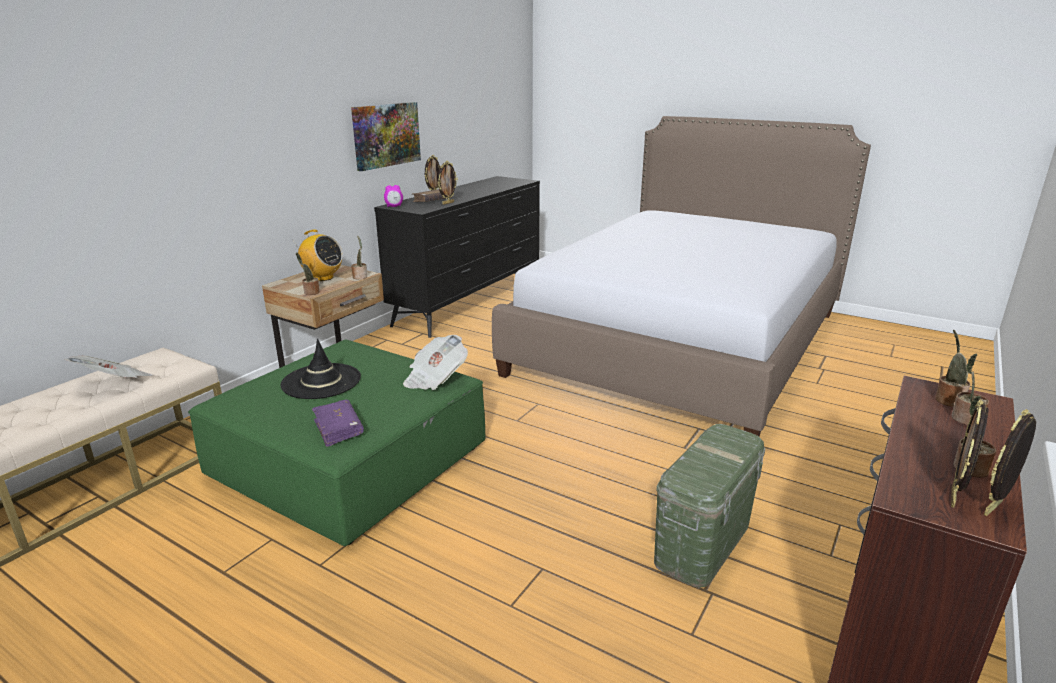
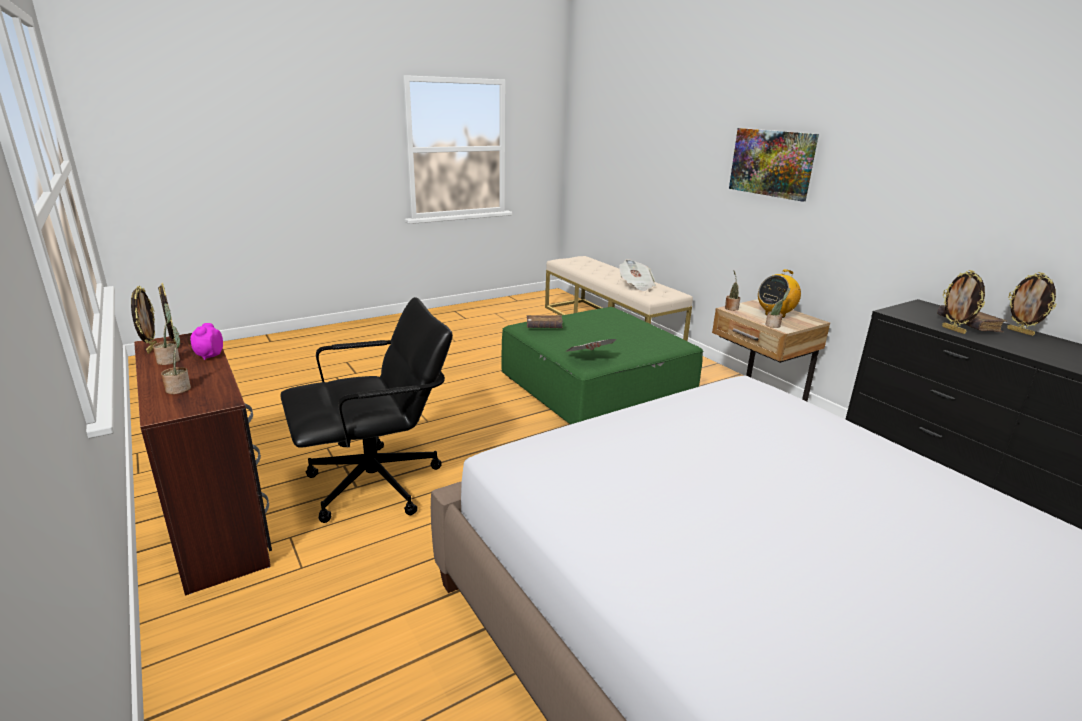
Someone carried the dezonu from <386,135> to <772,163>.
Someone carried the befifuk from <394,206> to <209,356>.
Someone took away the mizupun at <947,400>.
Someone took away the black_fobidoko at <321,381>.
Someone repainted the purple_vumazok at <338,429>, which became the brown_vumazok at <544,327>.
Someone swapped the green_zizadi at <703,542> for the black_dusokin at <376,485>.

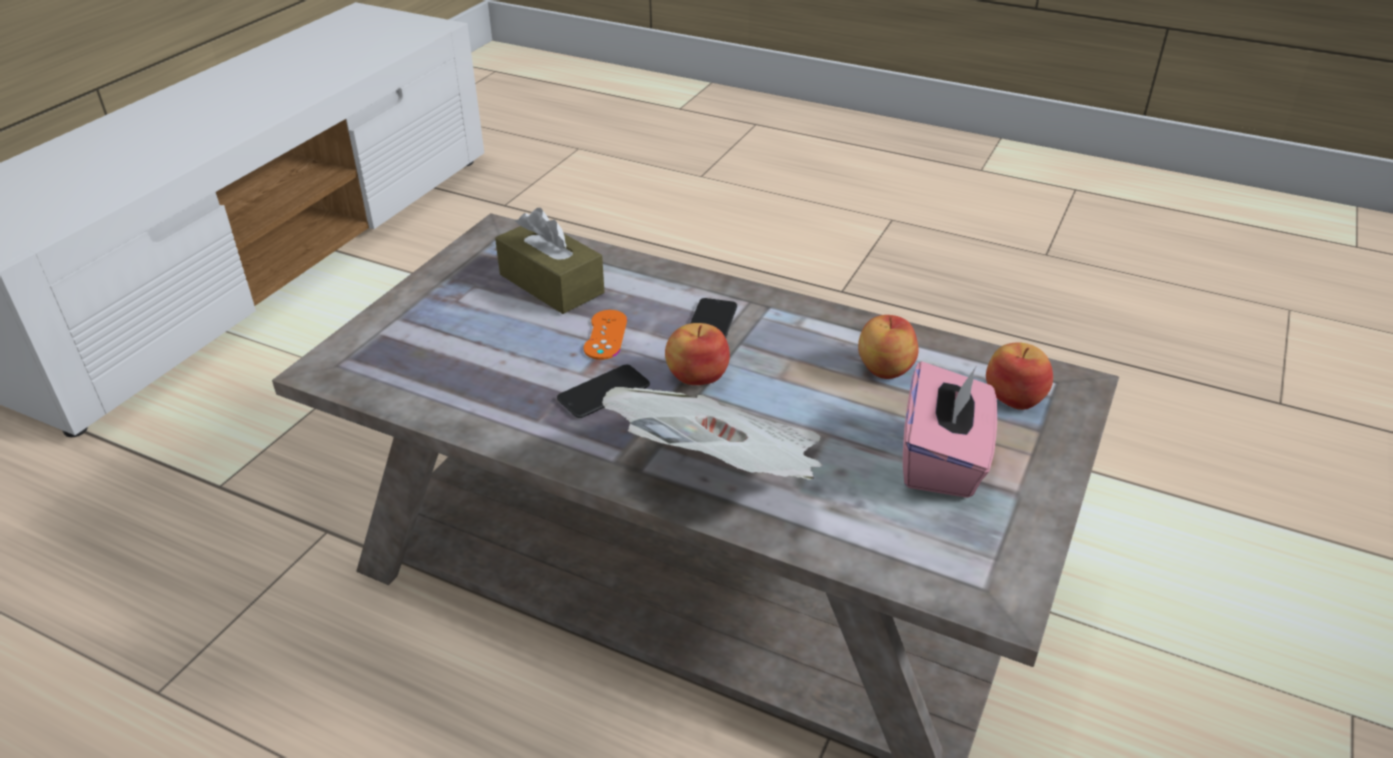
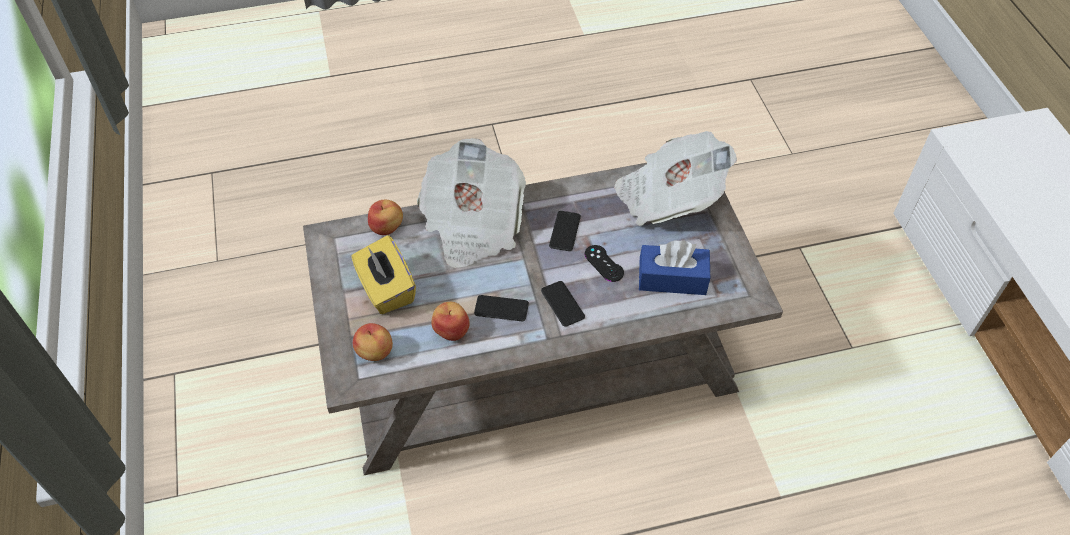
Someone repainted the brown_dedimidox at <551,284>, which became the blue_dedimidox at <672,278>.
Someone repainted the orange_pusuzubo at <605,335>, which became the black_pusuzubo at <604,263>.
Someone carried the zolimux from <697,375> to <387,227>.
Someone repainted the pink_dedimidox at <943,460>, which became the yellow_dedimidox at <386,289>.
Someone put down the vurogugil at <669,197>.
Someone put down the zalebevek at <501,309>.

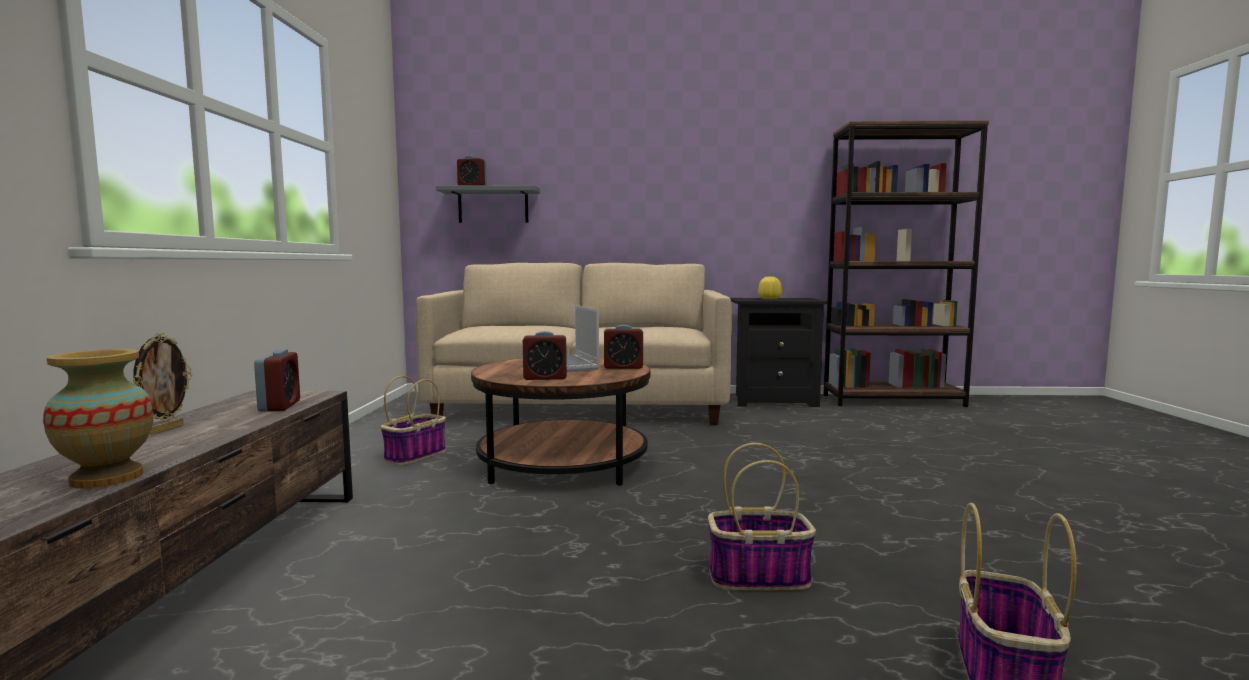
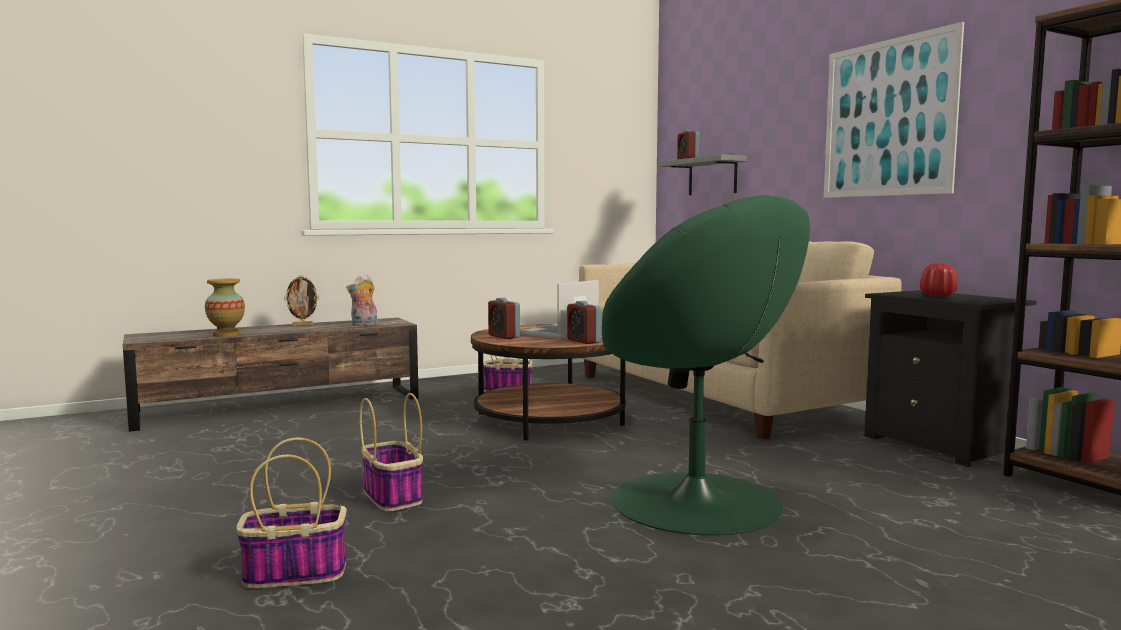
Someone repainted the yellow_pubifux at <769,299>, which became the red_pubifux at <937,295>.
Someone swapped the befifuk at <279,406> for the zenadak at <364,325>.
Someone put up the dezonu at <887,118>.
Someone put down the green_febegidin at <698,502>.

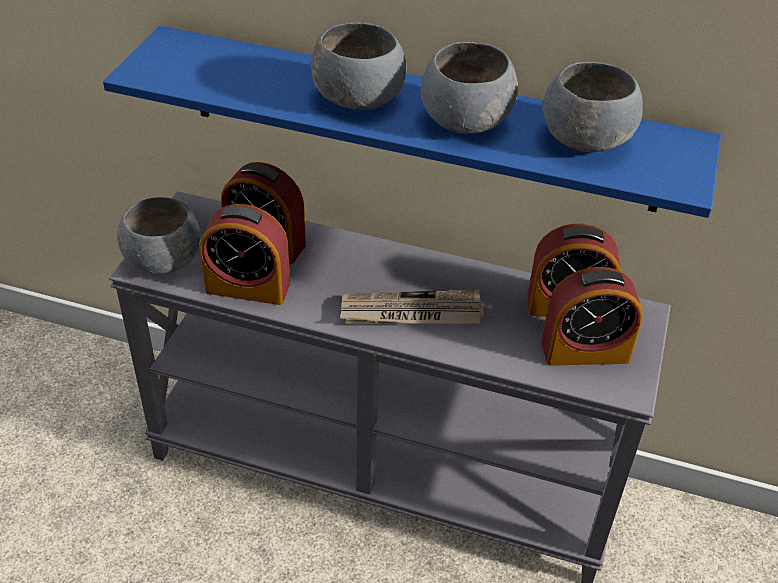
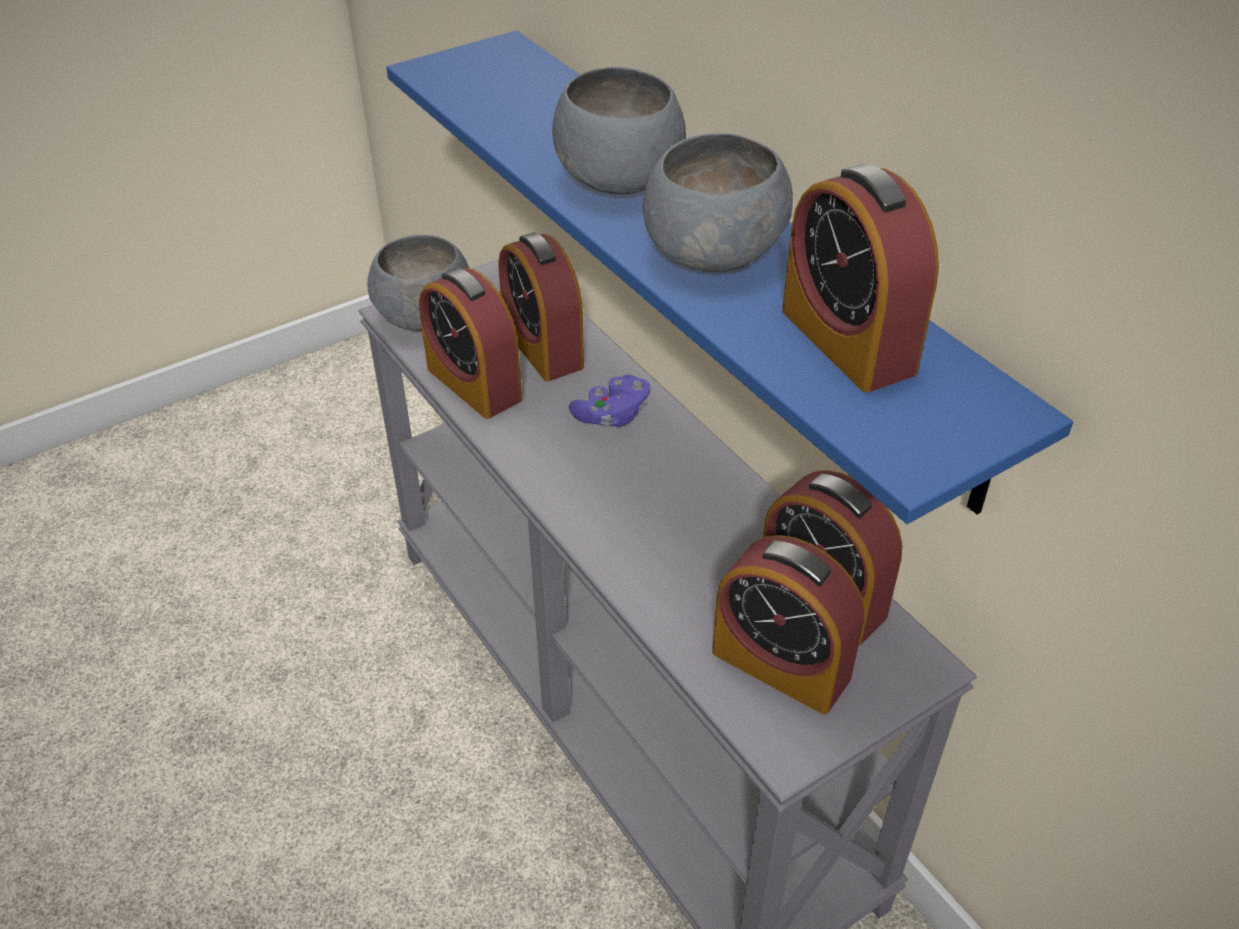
Someone swapped the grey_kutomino at <587,139> for the befifuk at <847,341>.
Someone took away the vurogugil at <411,313>.
Someone put down the purple_pusuzubo at <612,415>.

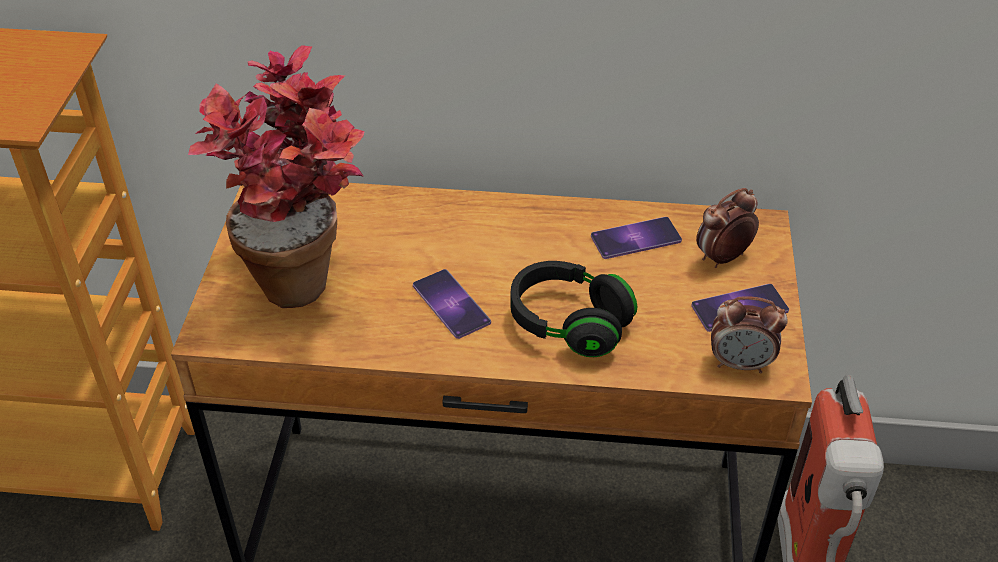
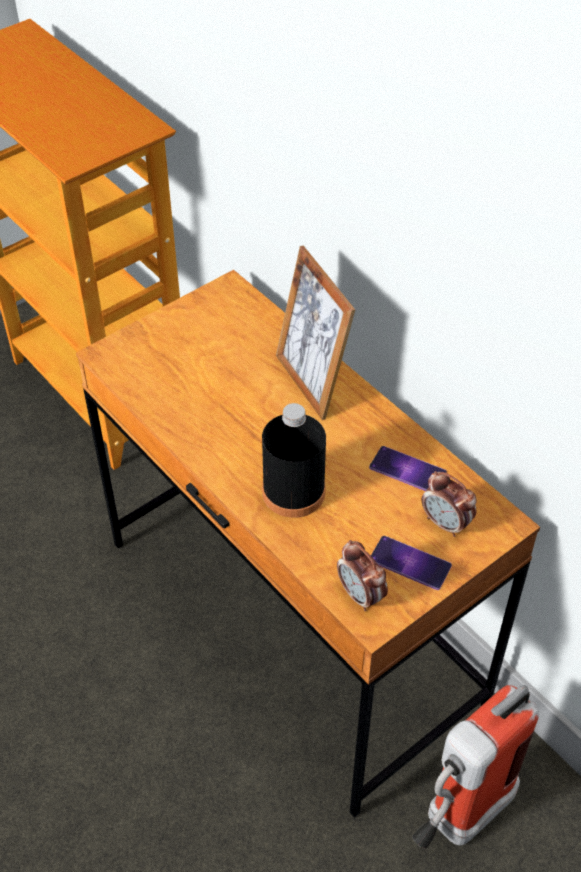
Someone took away the mizupun at <304,271>.
Someone rotated the befifuk at <722,258> by 150 degrees counterclockwise.
Someone swapped the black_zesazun at <569,324> for the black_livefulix at <293,492>.
Someone took away the zalebevek at <451,304>.
Someone put down the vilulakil at <311,382>.

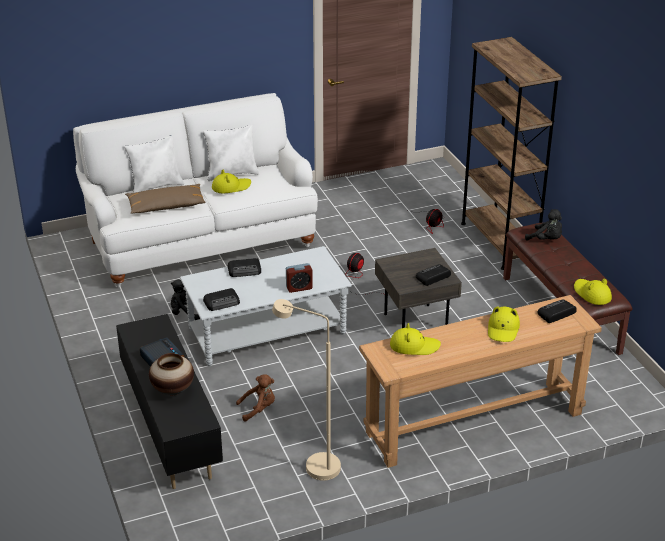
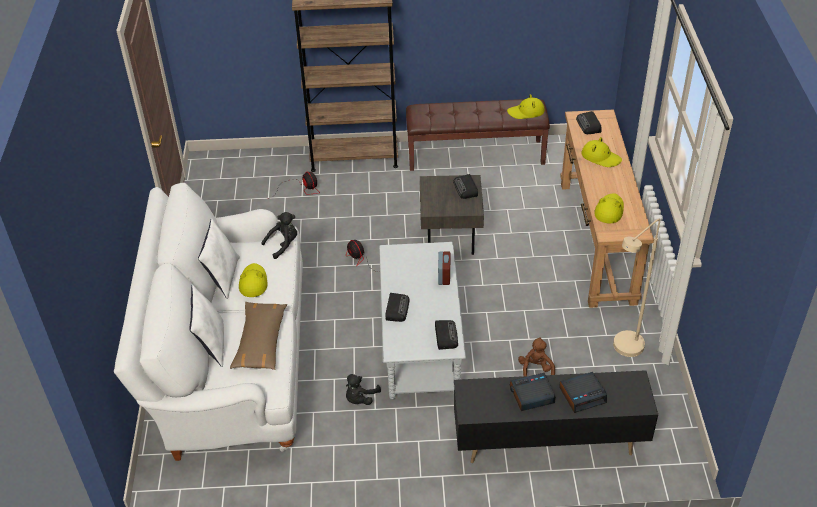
Someone carried the black_zenadak from <546,240> to <283,244>.
Someone swapped the pubifux at <173,390> for the befifuk at <582,395>.

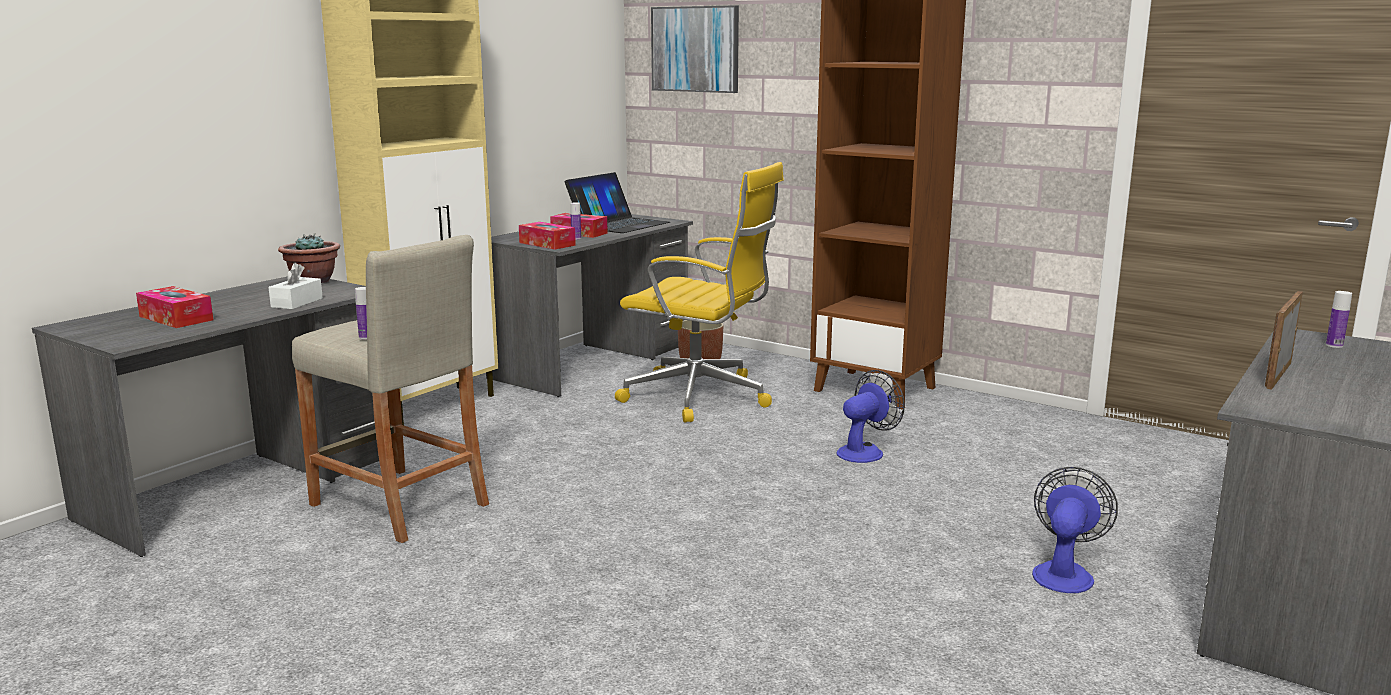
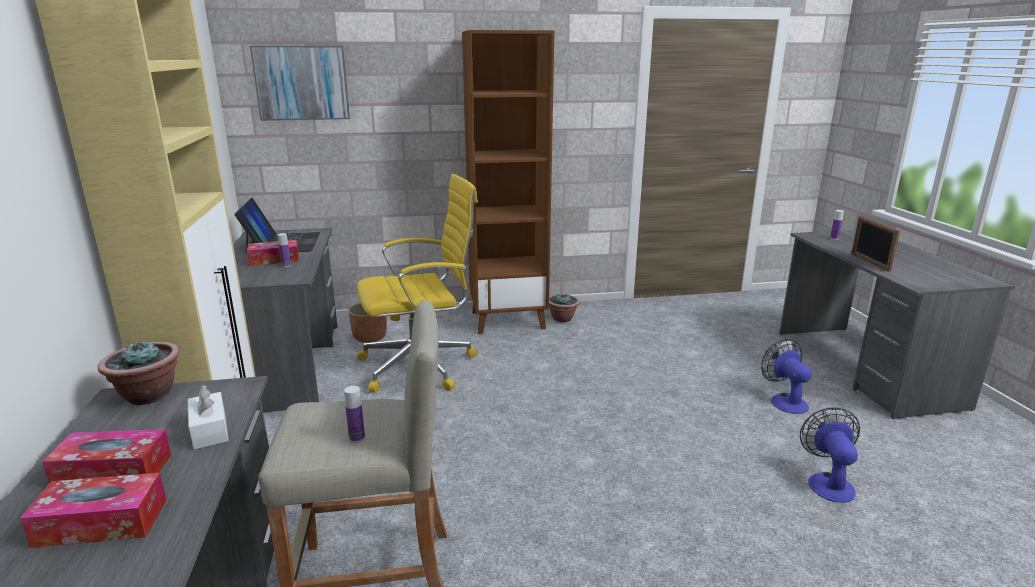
Someone carried the dedimidox from <547,244> to <113,471>.
Someone carried the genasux from <865,451> to <827,482>.
Someone put down the mizupun at <562,319>.

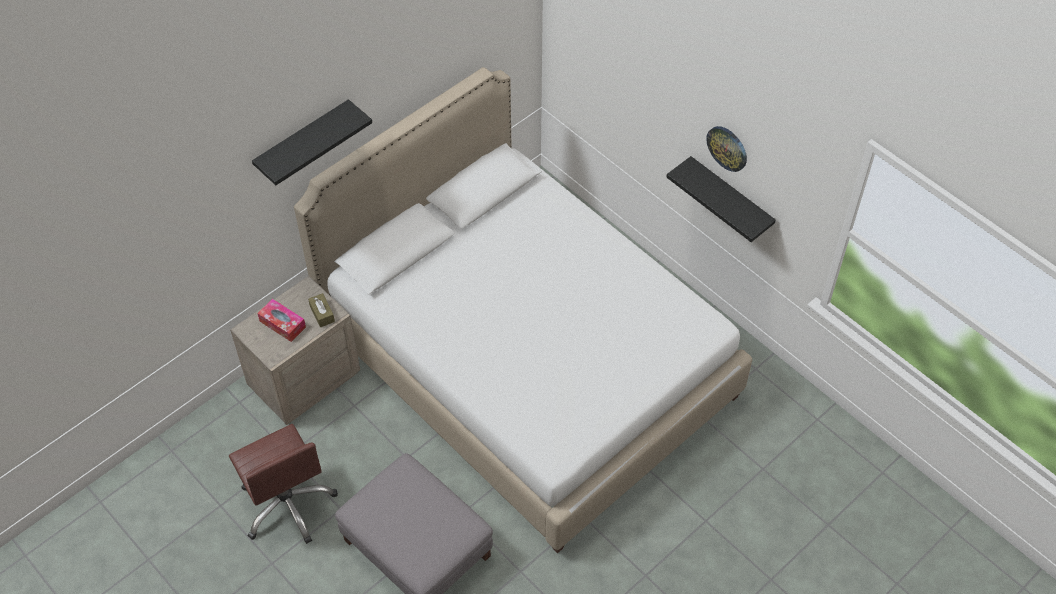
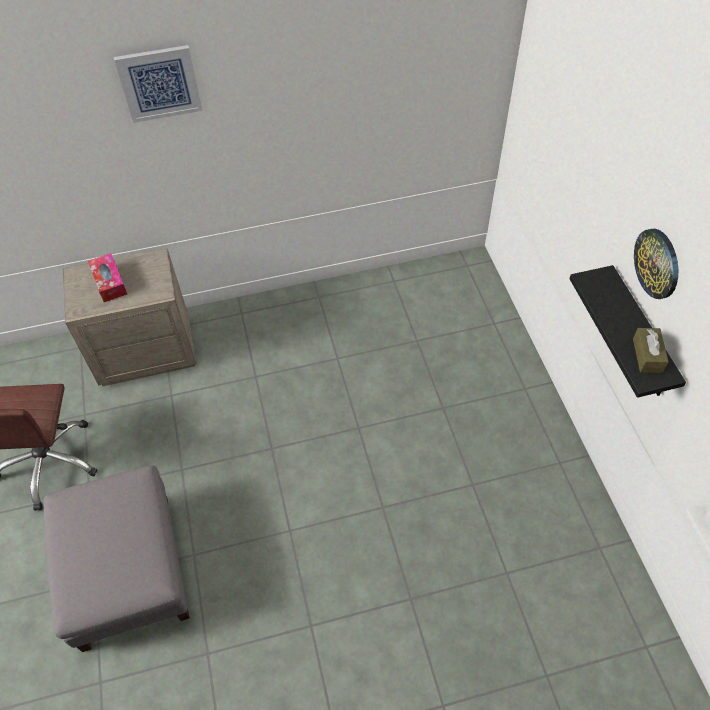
Someone took away the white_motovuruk at <527,361>.
Someone swapped the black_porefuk at <303,143> for the dezonu at <159,83>.
Someone carried the brown_dedimidox from <322,314> to <647,355>.

